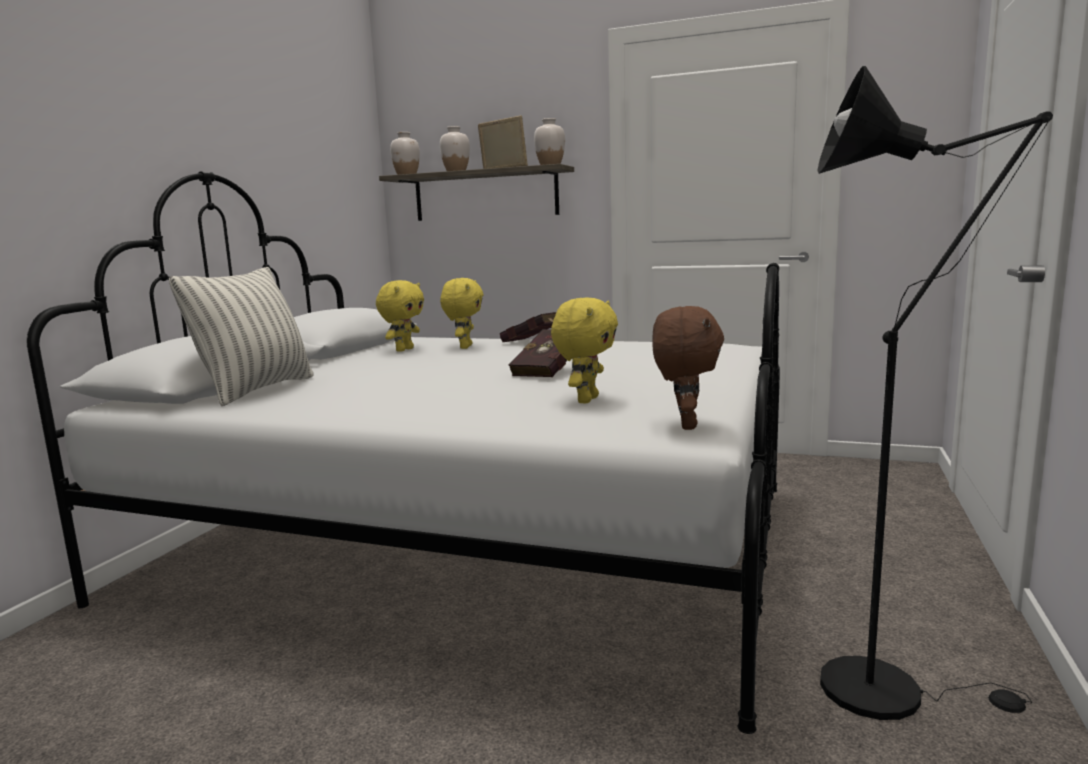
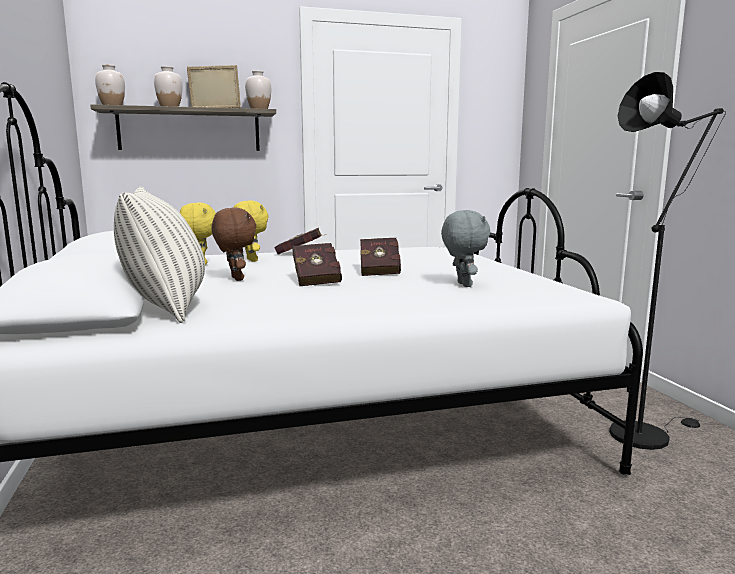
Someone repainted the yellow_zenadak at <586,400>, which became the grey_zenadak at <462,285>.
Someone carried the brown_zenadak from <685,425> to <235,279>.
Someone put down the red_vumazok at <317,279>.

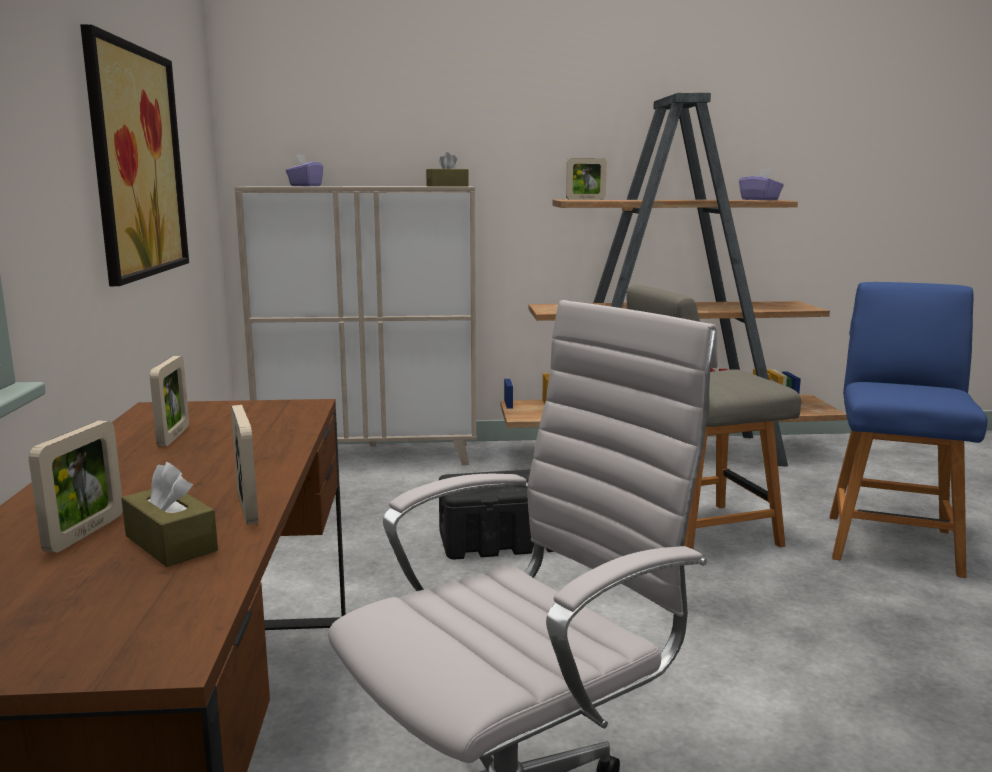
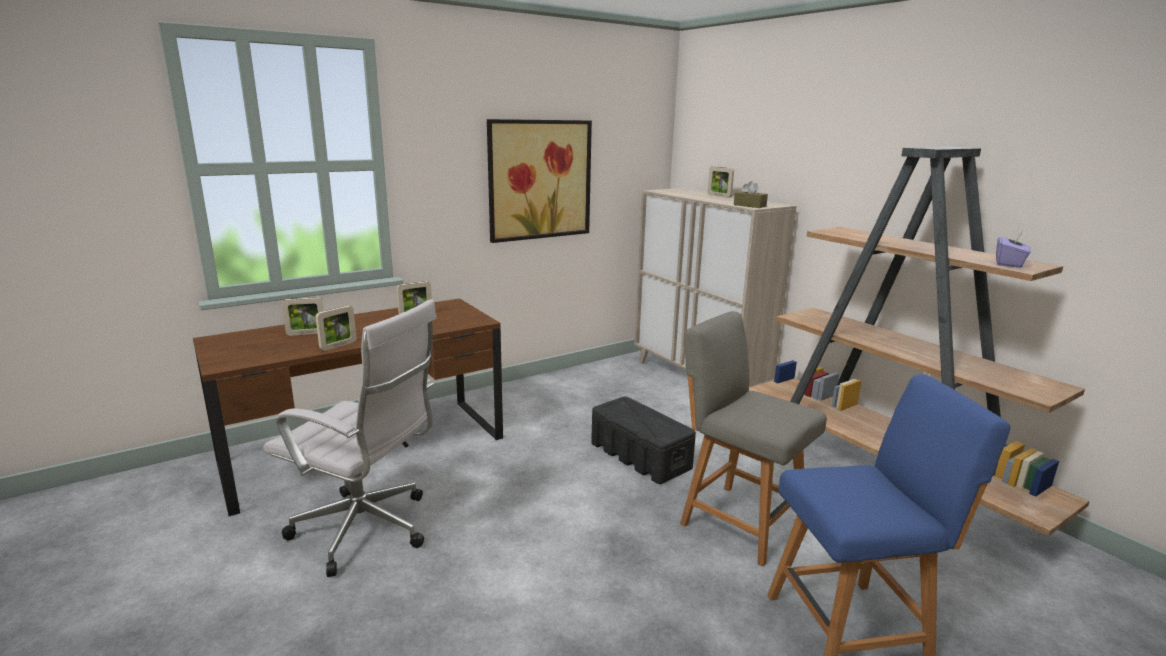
Someone took away the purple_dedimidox at <305,186>.
Someone carried the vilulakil from <585,199> to <719,196>.
Someone took away the brown_dedimidox at <171,543>.

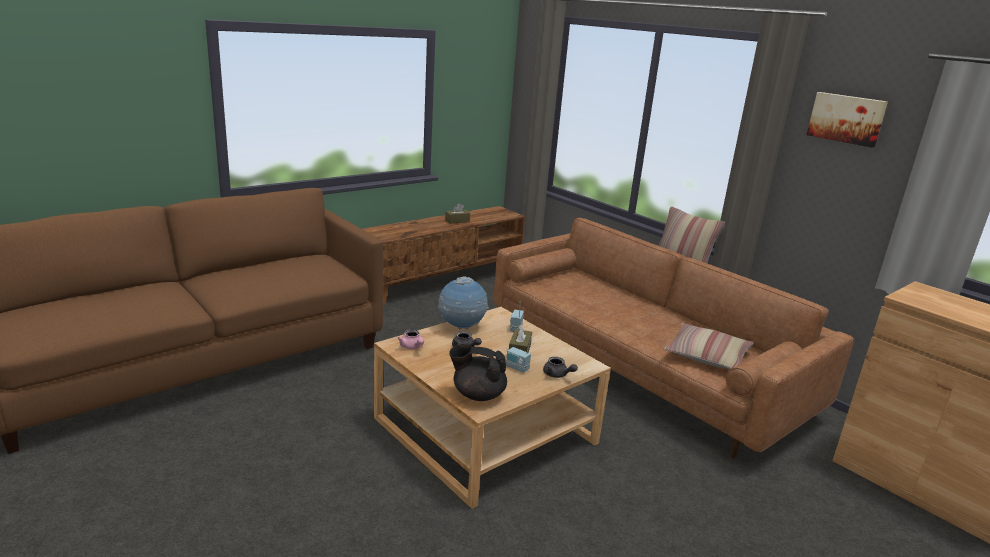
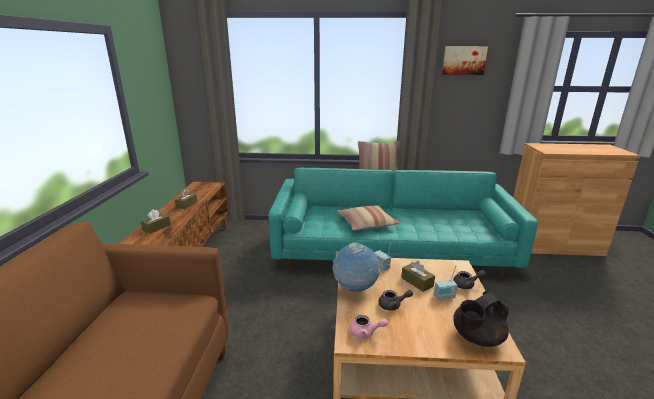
Someone repainted the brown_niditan at <641,367>, which became the turquoise_niditan at <390,252>.
Someone carried the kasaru from <707,356> to <367,223>.
Someone put down the brown_dedimidox at <156,227>.

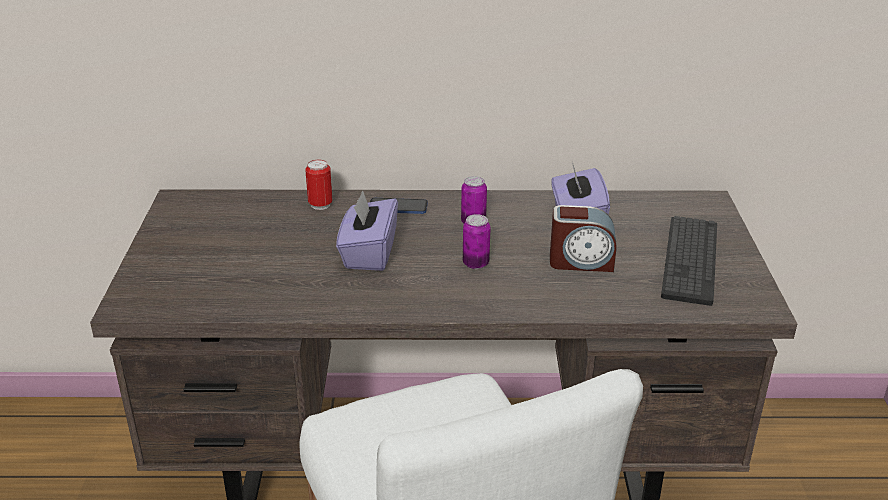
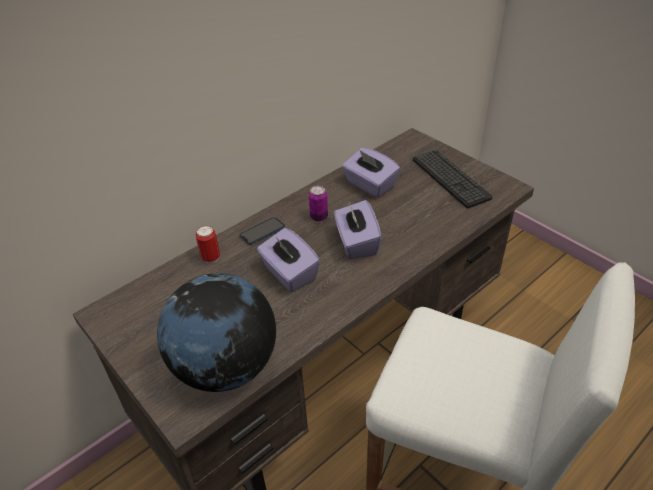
Someone took away the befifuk at <581,261>.
Someone swapped the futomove at <475,263> for the purple_dedimidox at <356,243>.
Someone put down the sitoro at <226,366>.

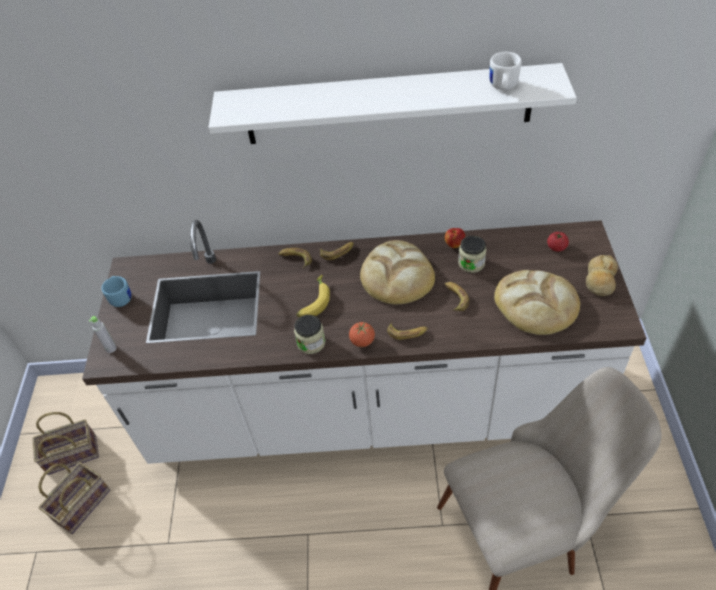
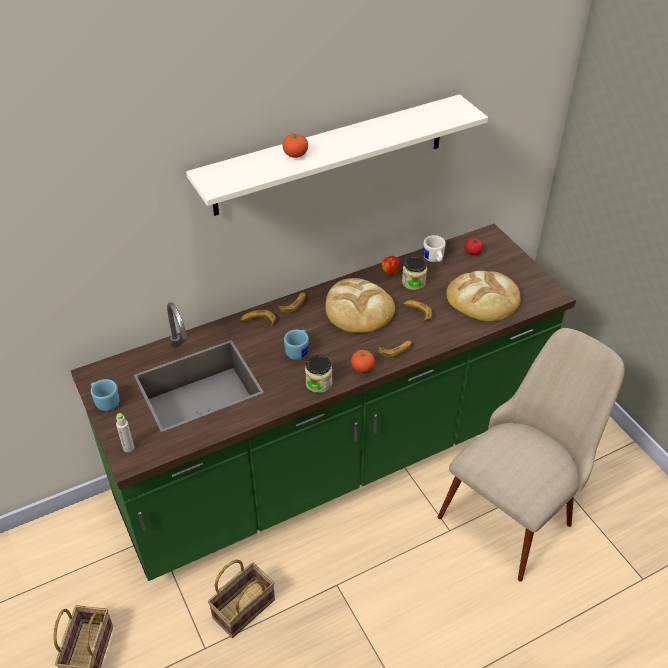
Someone carried the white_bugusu from <502,87> to <434,259>.
Someone repainted the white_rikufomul at <369,409>, which became the green_rikufomul at <334,459>.
Someone took away the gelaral at <600,280>.
Someone swapped the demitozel at <313,302> for the blue_bugusu at <299,351>.
Someone carried the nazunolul from <73,453> to <244,607>.
Someone put down the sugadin at <295,155>.

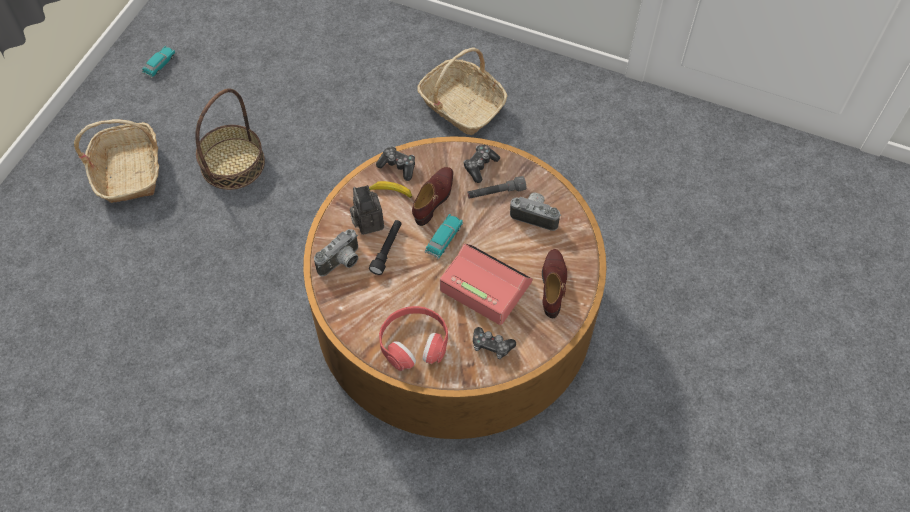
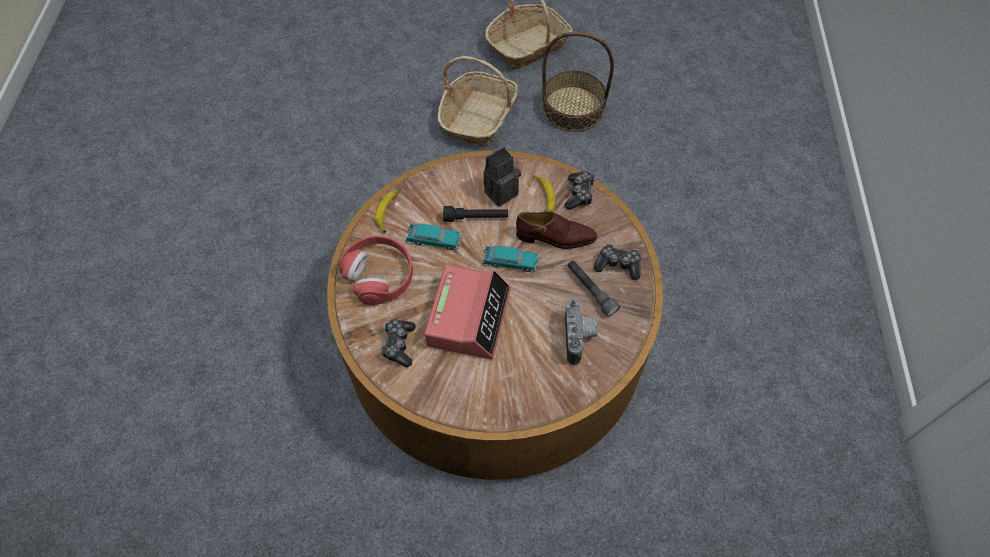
Someone carried the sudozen from <160,64> to <434,240>.
Someone carried the nazunolul from <461,106> to <479,117>.
Someone took away the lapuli at <342,263>.
Someone took away the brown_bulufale at <553,285>.
Someone put down the demitozel at <388,212>.

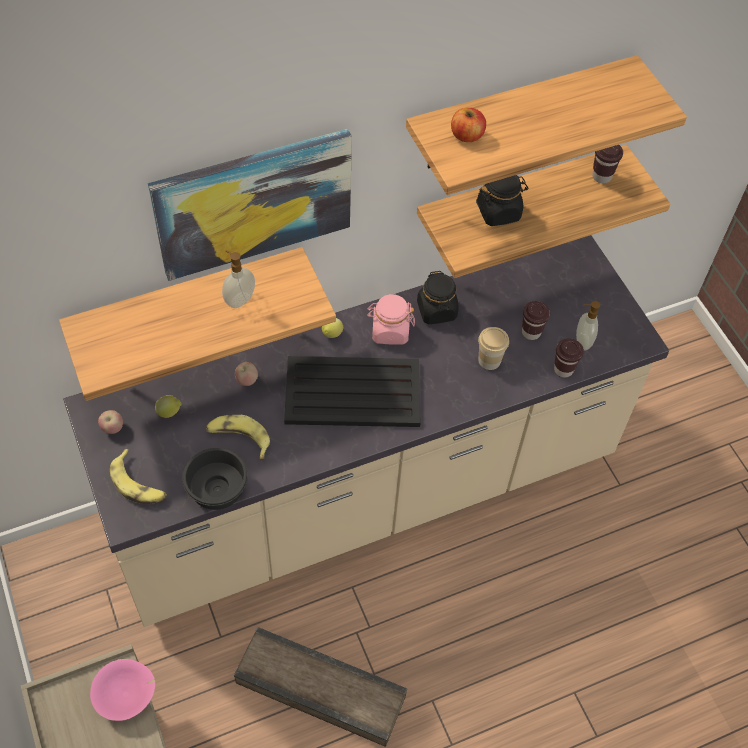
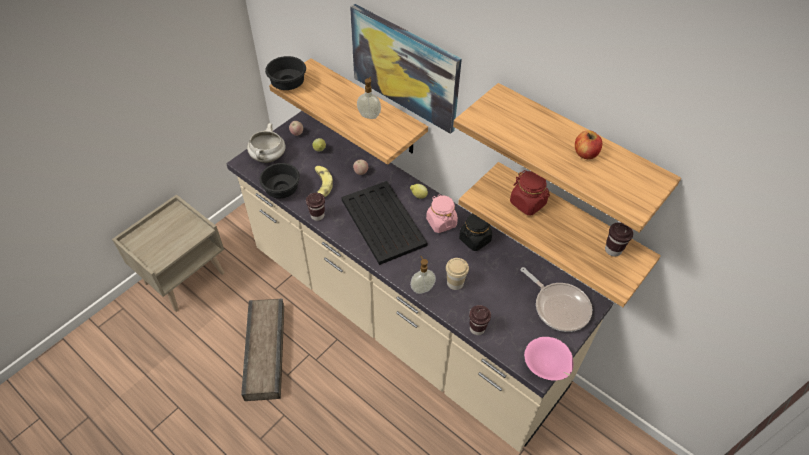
Someone carried the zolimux from <467,135> to <585,153>.
Someone repainted the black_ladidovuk at <498,212>, which became the red_ladidovuk at <528,203>.
Someone carried the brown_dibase from <531,332> to <317,215>.
Someone carried the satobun from <582,341> to <422,288>.
Someone swapped the demitozel at <138,484> for the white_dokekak at <268,157>.
Someone carried the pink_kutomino from <127,696> to <546,367>.
Someone put down the black_kutomino at <289,84>.
Someone put down the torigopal at <559,307>.

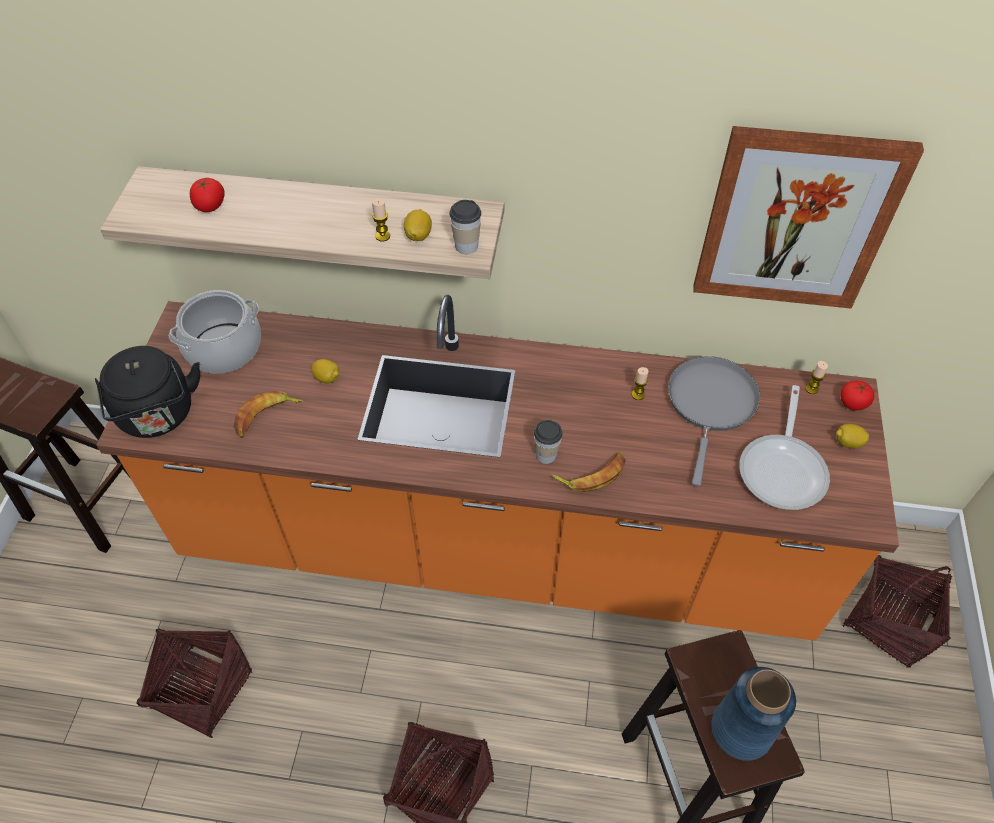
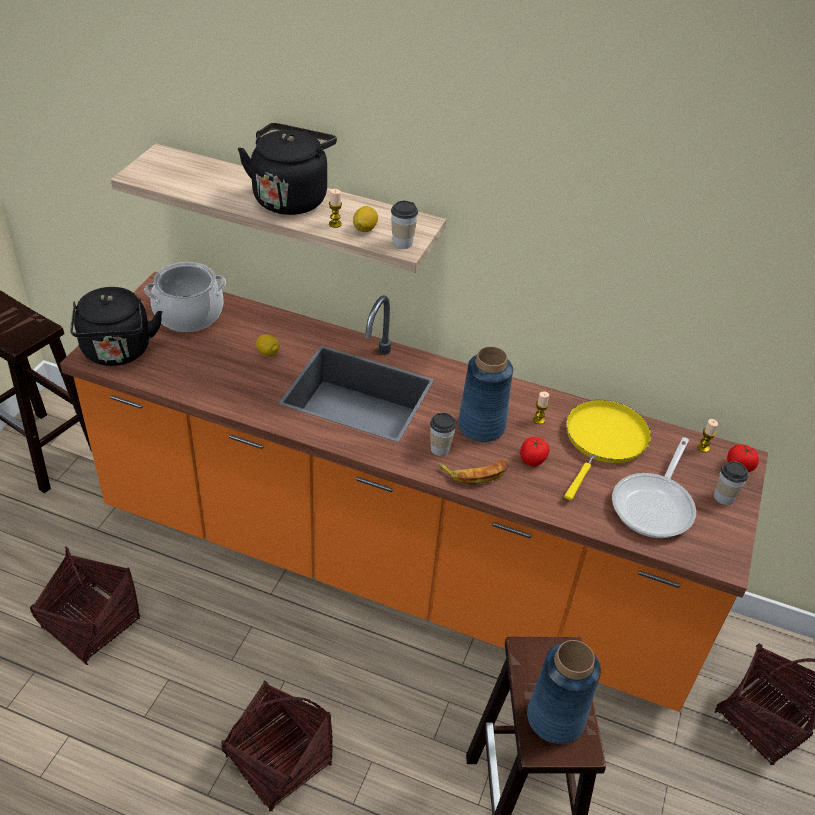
Someone took away the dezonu at <796,220>.
Someone carried the sugadin from <210,206> to <532,460>.
Someone repainted the grey_torigopal at <711,404>, which became the yellow_torigopal at <603,441>.
Someone took away the demitozel at <266,417>.
Someone swapped the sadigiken at <848,443> for the dibase at <724,497>.
Someone put down the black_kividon at <291,197>.
Someone put down the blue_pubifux at <481,426>.

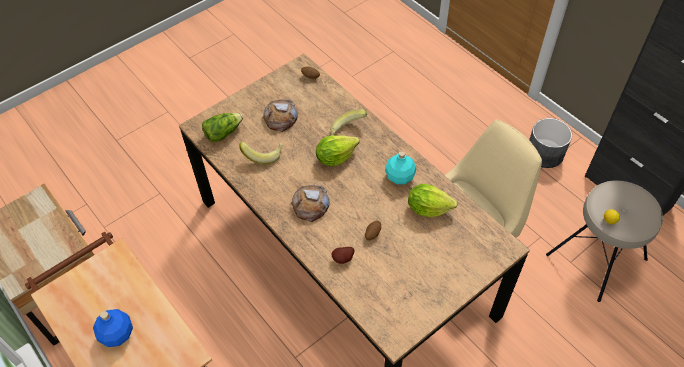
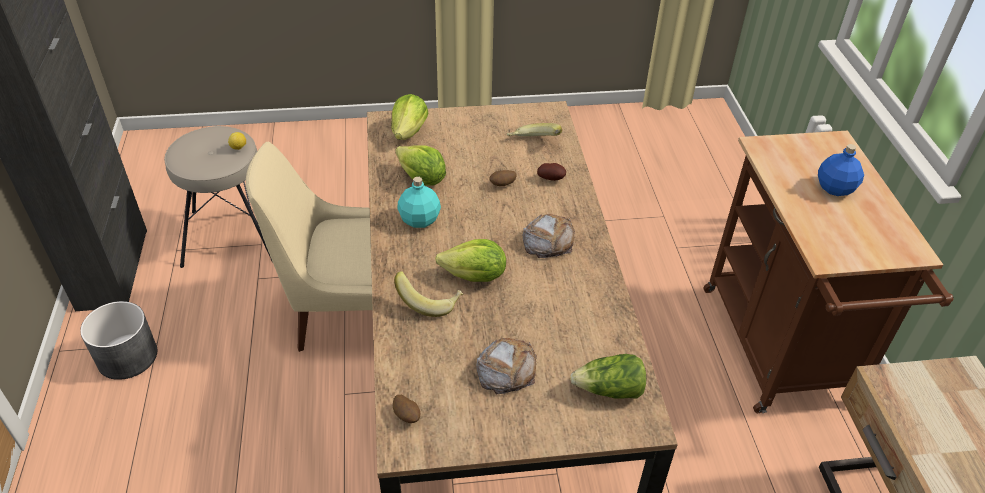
Someone carried the demitozel from <263,155> to <533,143>.
Someone put down the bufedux at <409,132>.

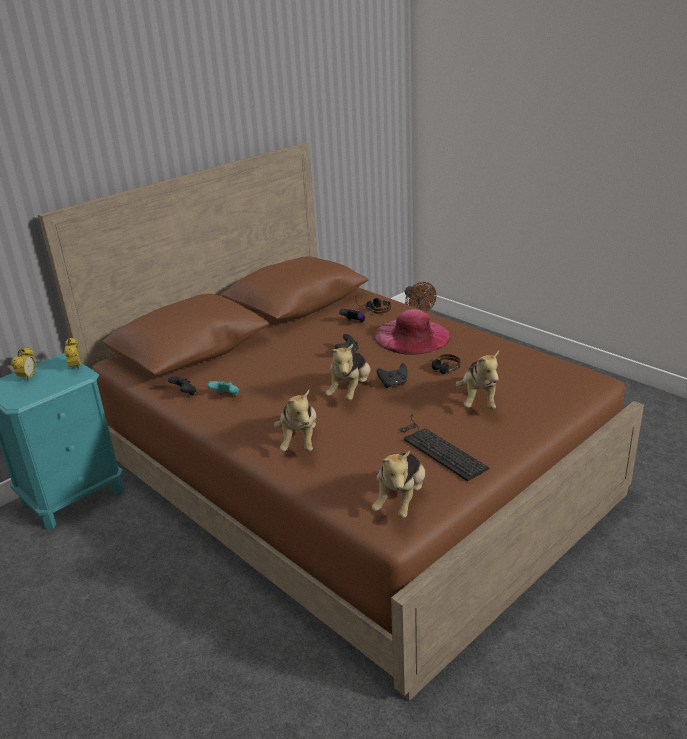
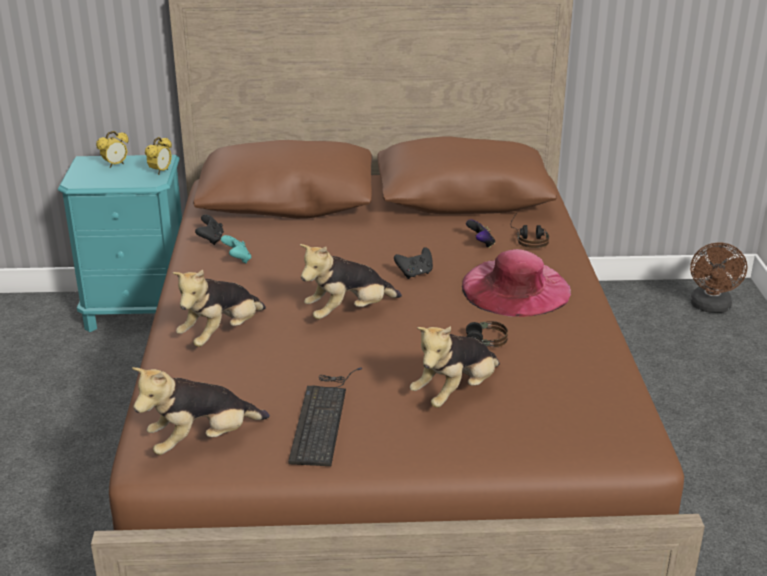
Someone took away the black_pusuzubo at <393,384>.

